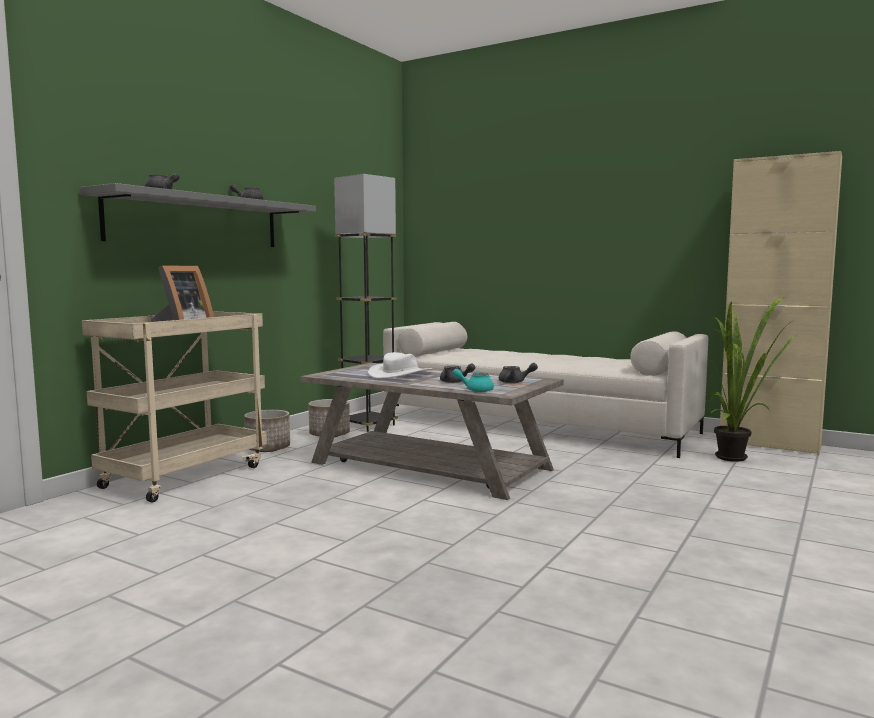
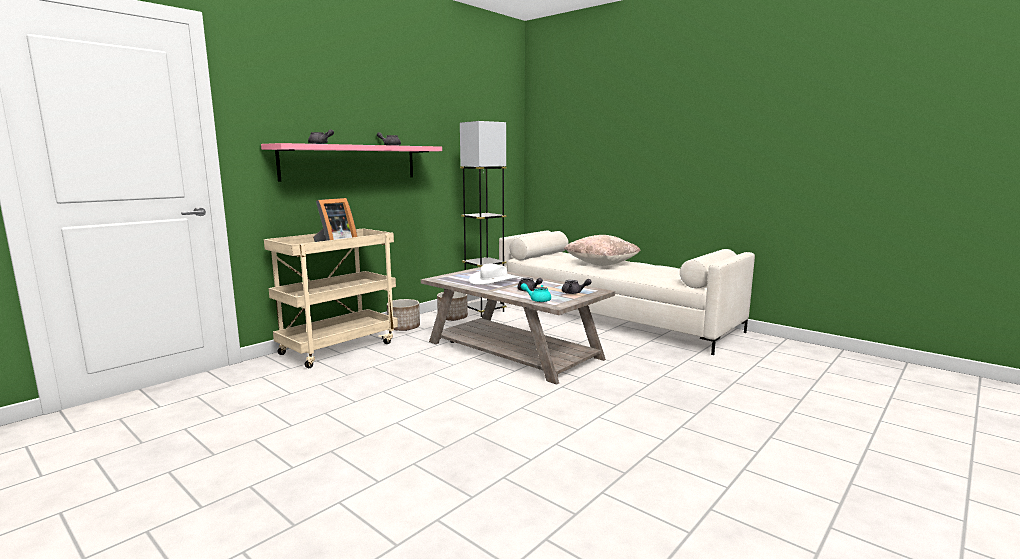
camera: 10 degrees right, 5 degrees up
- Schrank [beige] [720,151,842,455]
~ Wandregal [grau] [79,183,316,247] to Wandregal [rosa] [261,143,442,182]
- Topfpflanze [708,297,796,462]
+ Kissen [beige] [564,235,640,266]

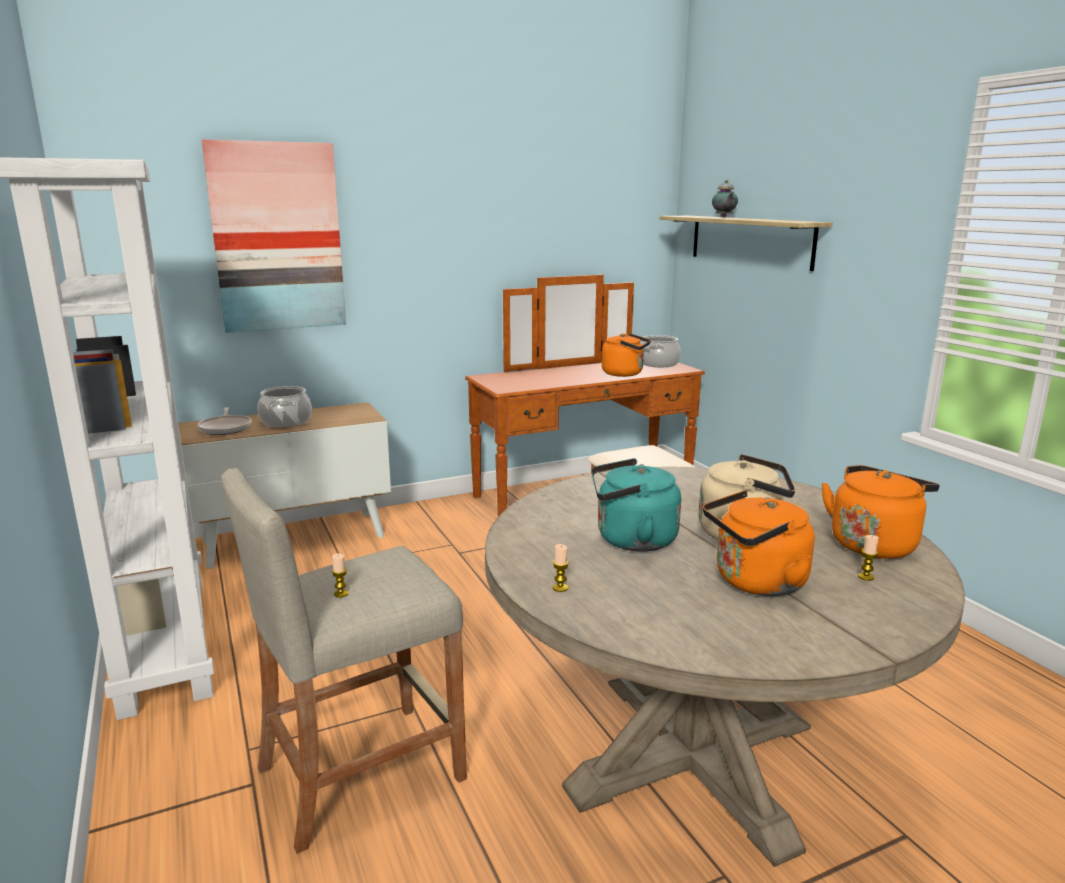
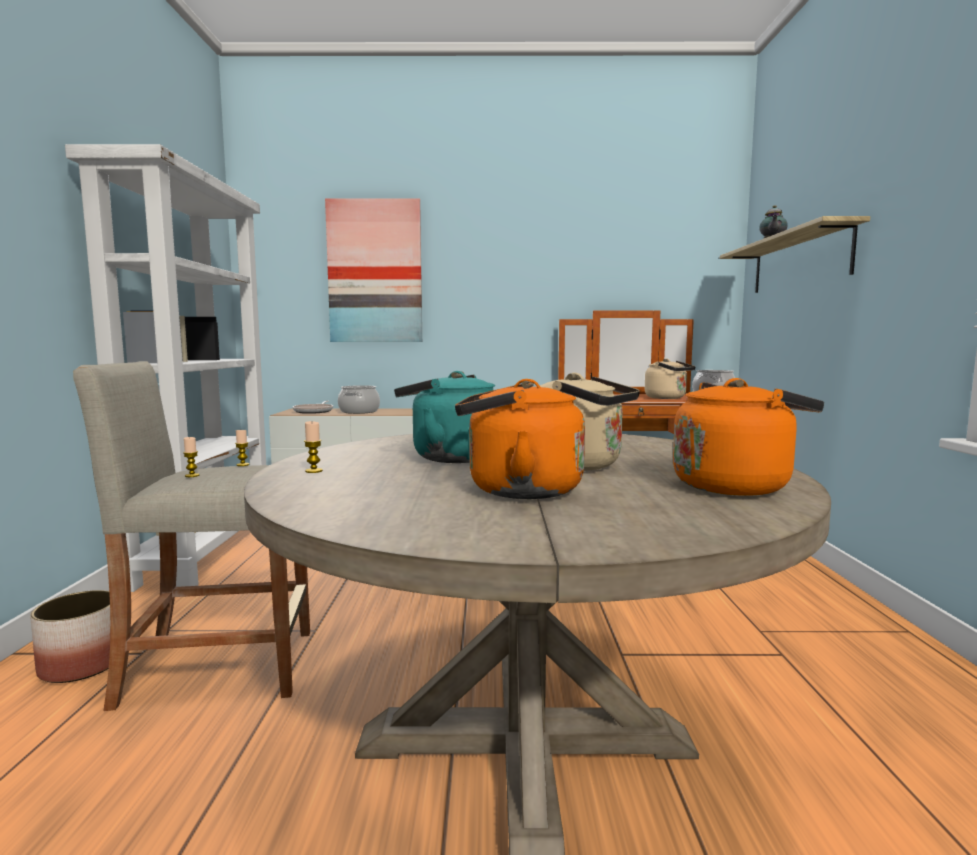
camera: 25 degrees right, 10 degrees down
~ Wasserkessel [orange] [601,333,651,377] to Wasserkessel [beige] [645,359,696,399]
~ Kerze [858,535,879,581] to [235,430,250,466]
+ Pflanzkübel [30,590,110,683]

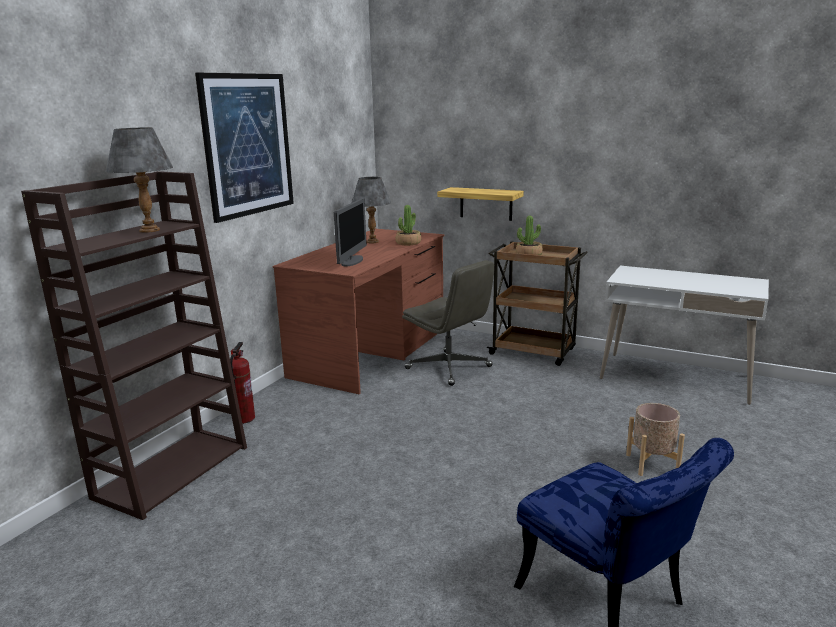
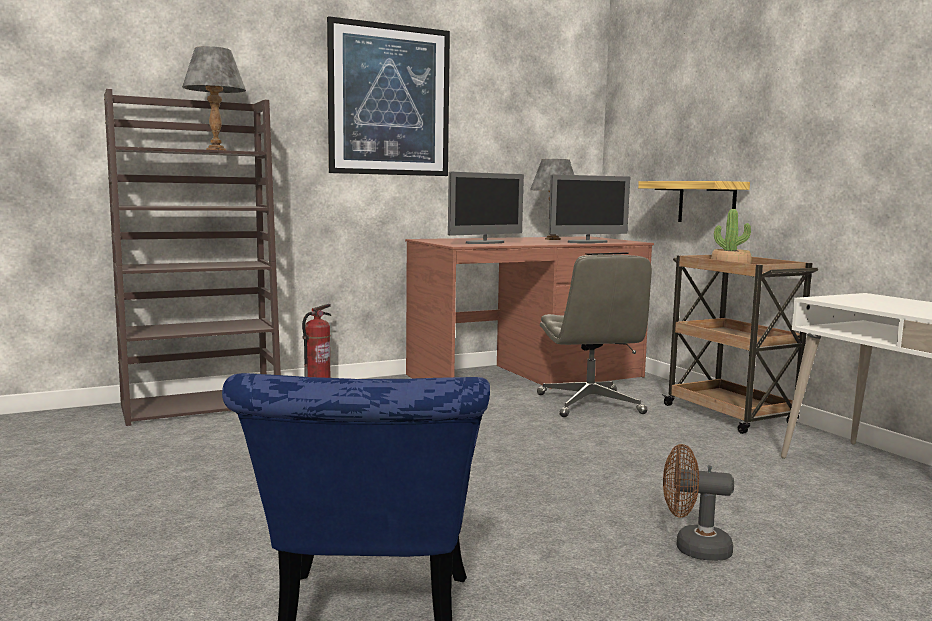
camera: 35 degrees right, 10 degrees down
~ Topfpflanze [396,205,421,245] to Monitor [549,174,630,243]
~ Pflanzkübel [beige] [626,403,685,476] to Ventilator [braun] [663,444,734,561]

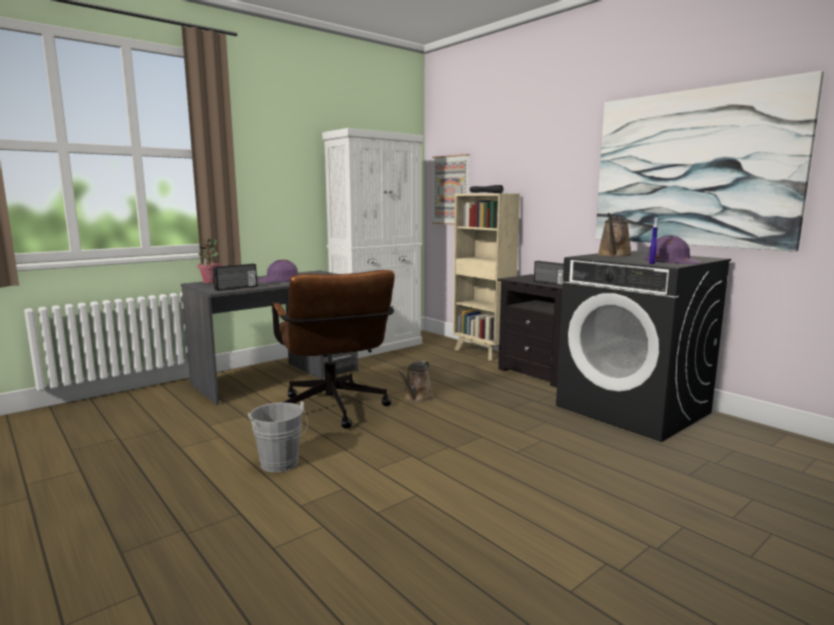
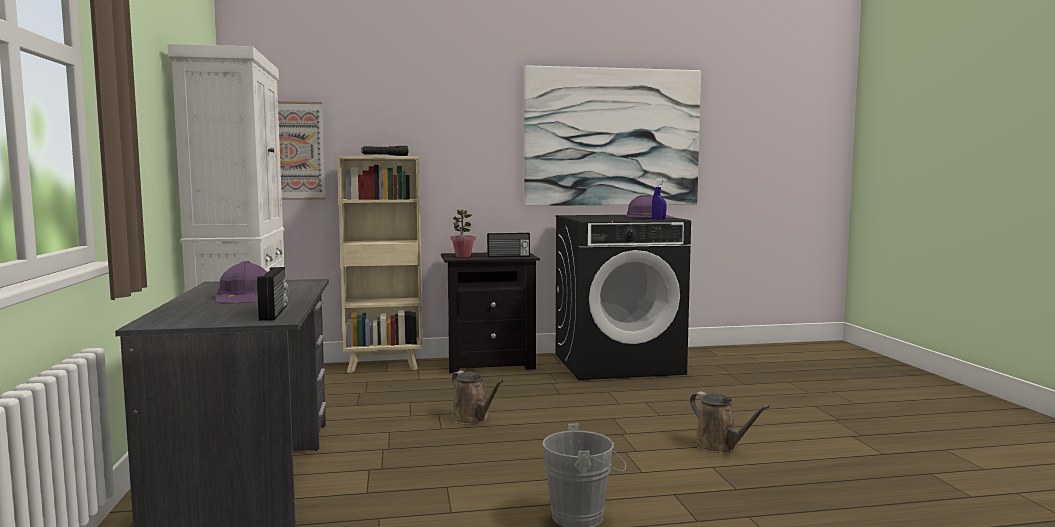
camera: 60 degrees left, 5 degrees down
~ Gießkanne [braun] [597,213,632,257] to [690,392,770,453]
~ Topfpflanze [197,239,222,283] to [451,209,475,257]
- Bürostuhl [braun] [272,270,395,429]

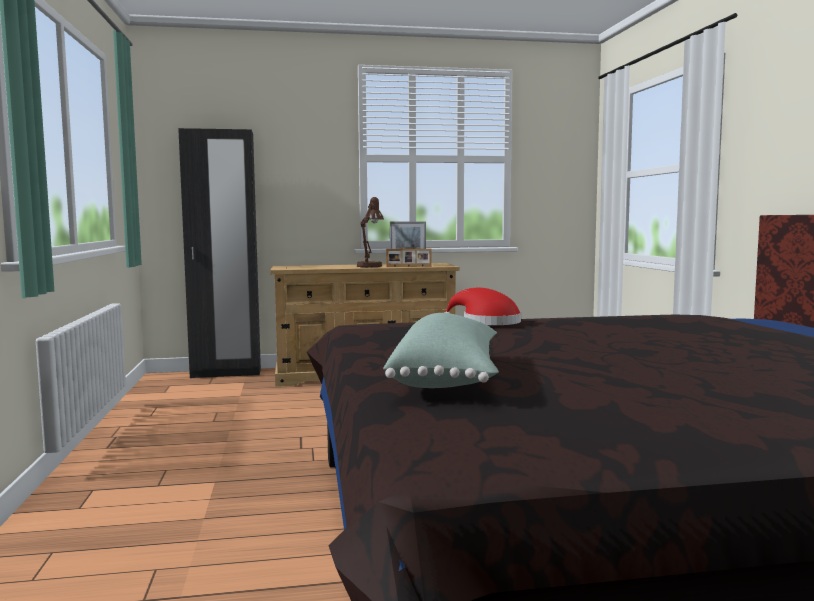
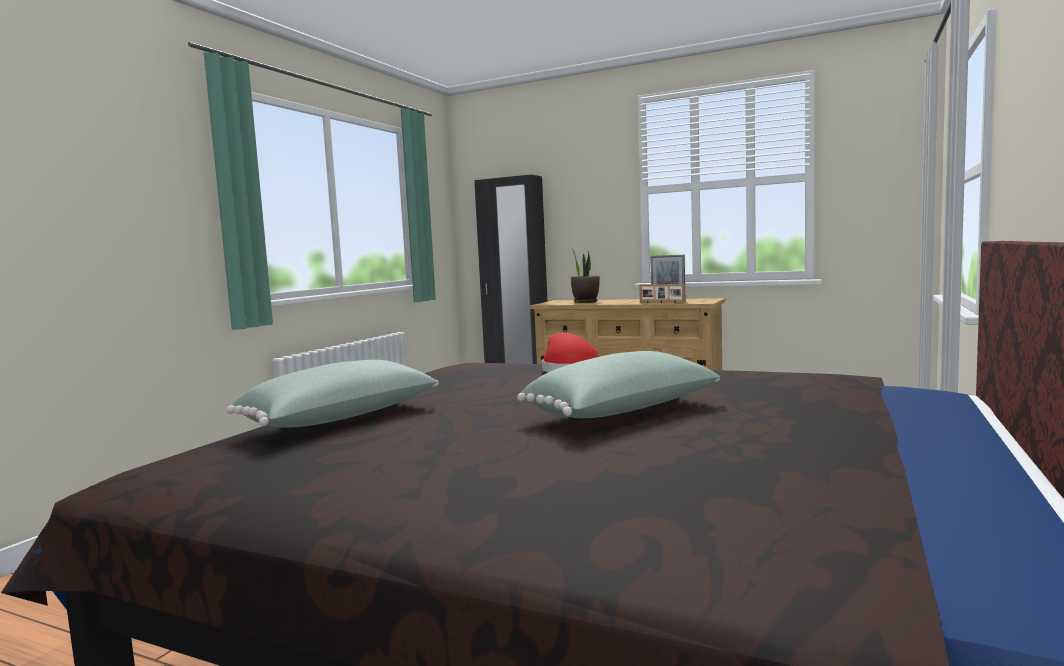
camera: 35 degrees right, 0 degrees up
- Tischlampe [braun] [356,197,384,267]
+ Topfpflanze [571,248,600,303]
+ Kissen [grün] [517,351,720,418]

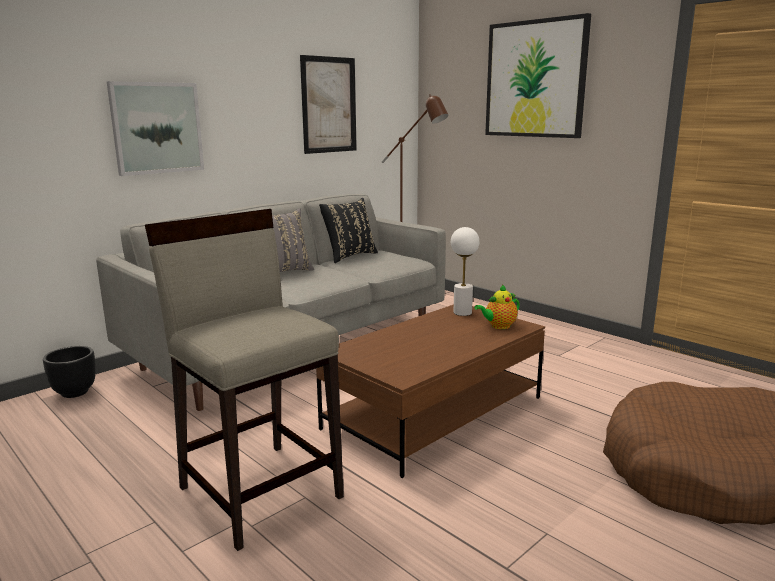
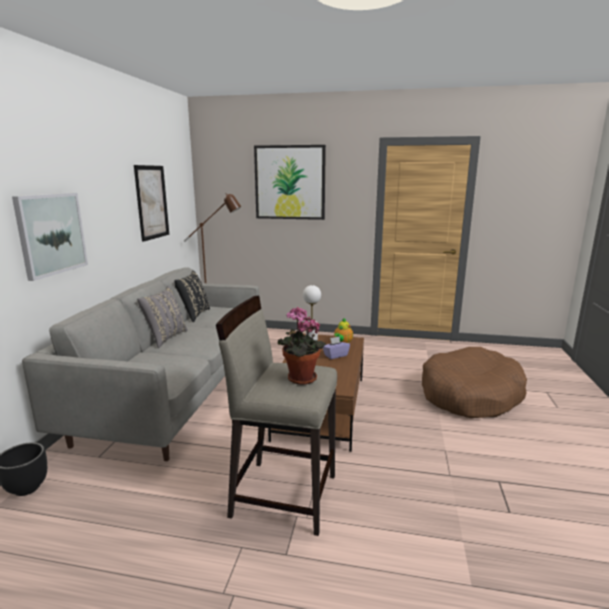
camera: 35 degrees left, 0 degrees up
+ Topfpflanze [278,307,326,385]
+ Taschentuchbox [lila] [323,336,350,359]

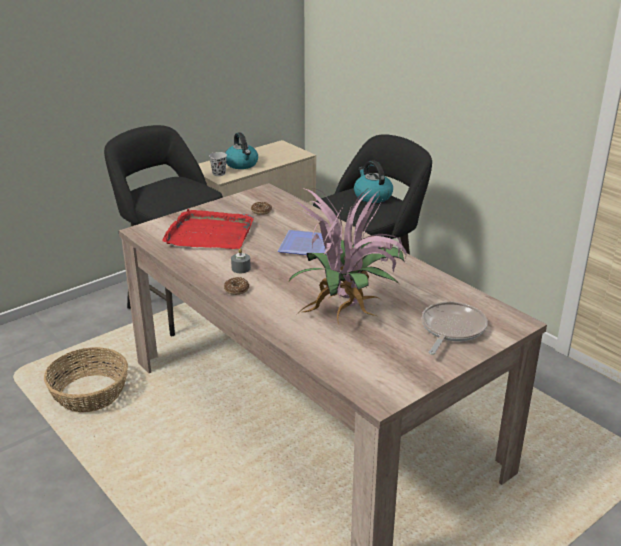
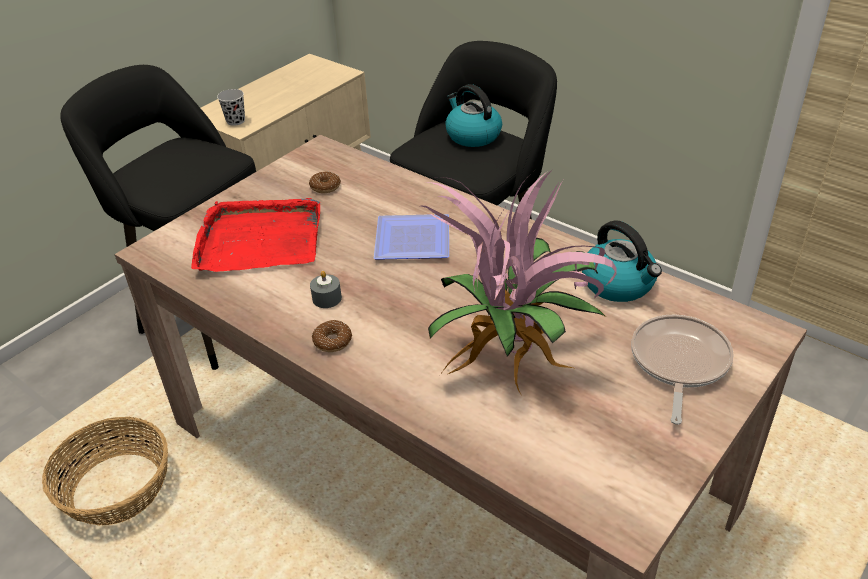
camera: 10 degrees left, 10 degrees up
~ Wasserkessel [225,132,258,169] to [582,220,662,302]

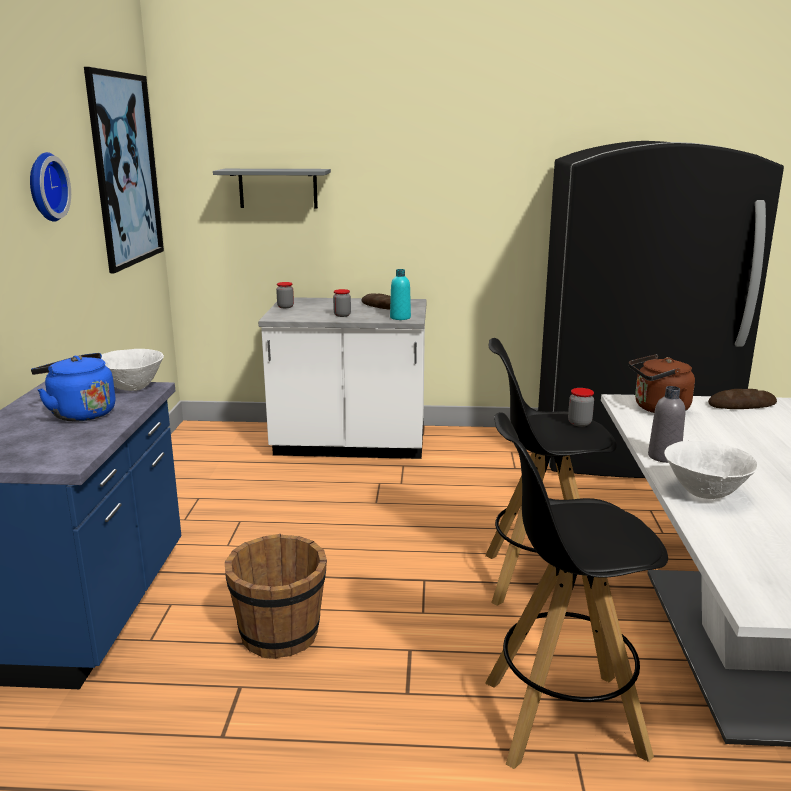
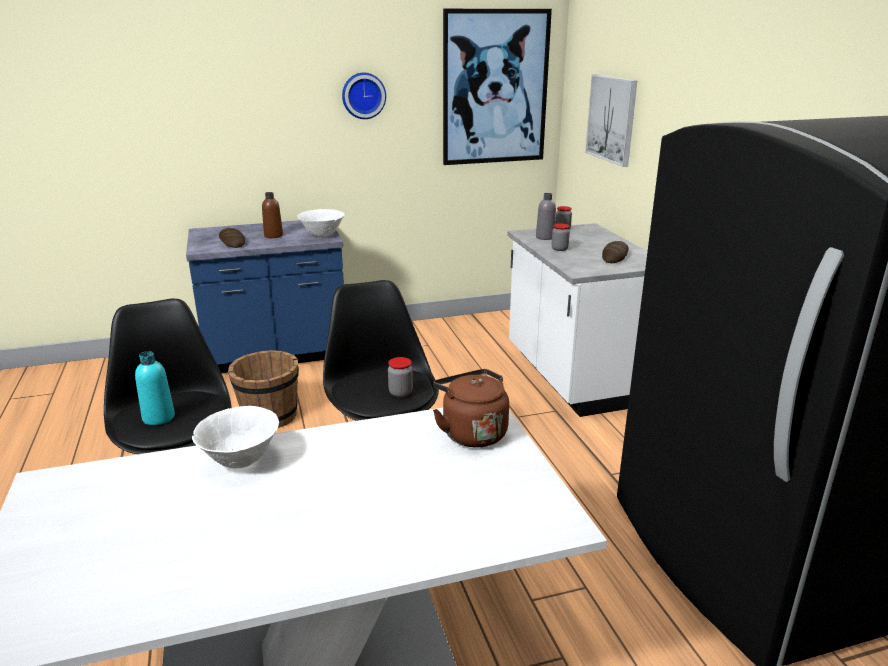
camera: 70 degrees right, 5 degrees up
~ Wandregal [grau] [213,169,331,208] to Bild [585,74,637,167]
~ Flasche [türkis] [390,269,411,320] to [135,351,175,425]
~ Wasserkessel [blau] [31,353,116,422] to Flasche [braun] [262,192,283,238]
~ Flasche [grau] [648,386,685,463] to [536,193,556,240]
~ Brot [708,389,777,409] to [219,228,245,248]

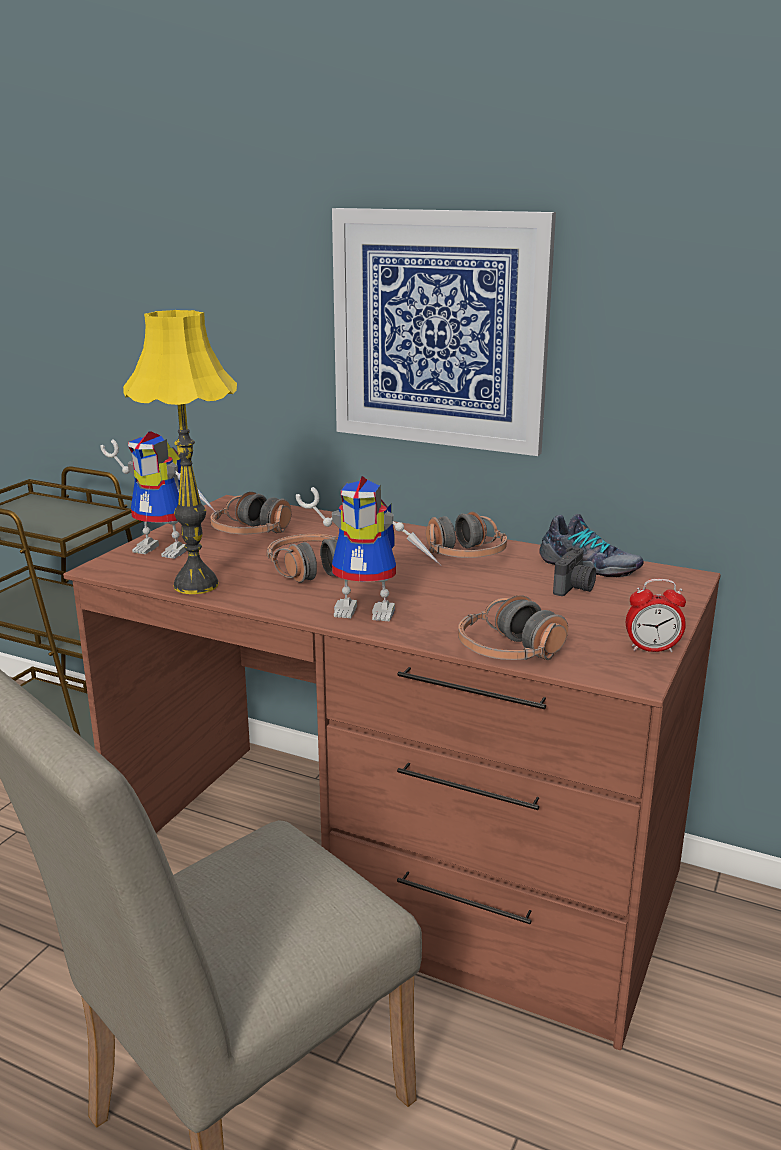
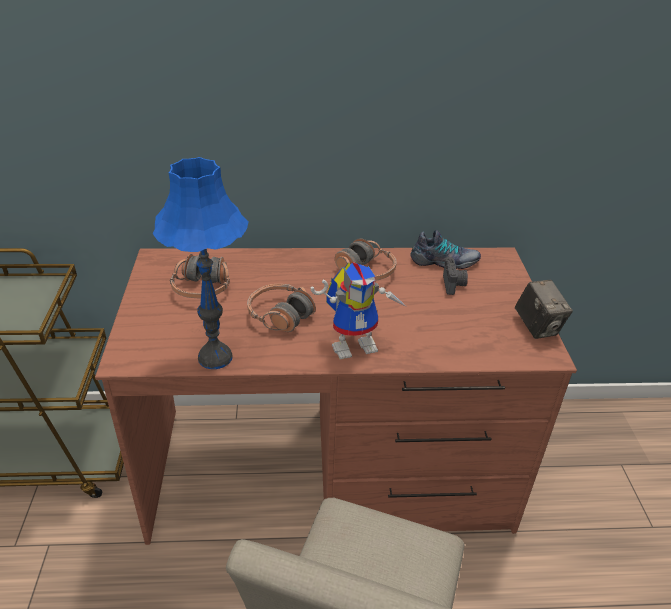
camera: 30 degrees left, 15 degrees up
- Bild [332,208,556,456]
~ Tischlampe [gelb] [123,310,237,594] to Tischlampe [blau] [153,157,249,369]
- Spielzeugroboter [100,431,216,559]
~ Wecker [626,579,686,652] to Kamera [515,280,573,339]
- Kopfhörer [458,595,568,660]

